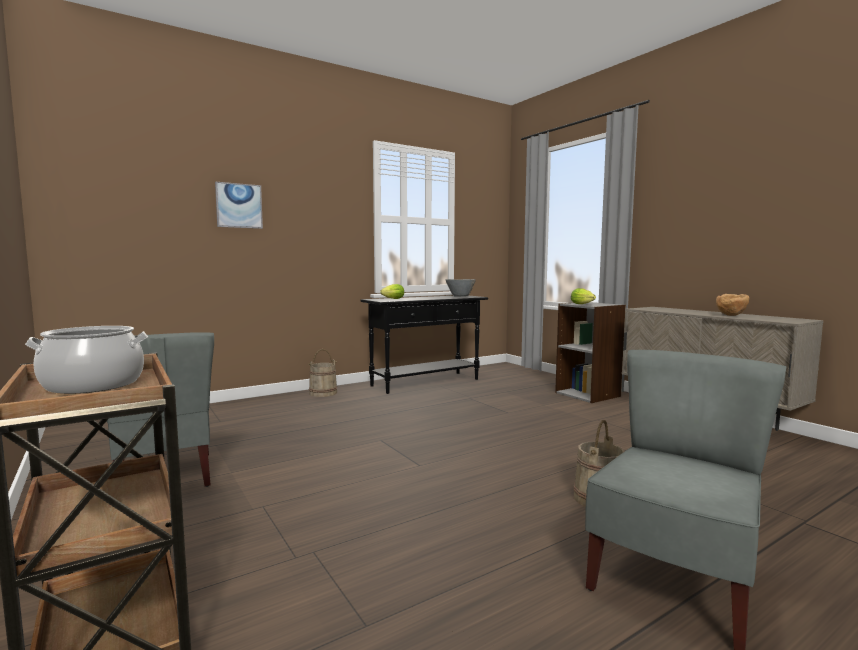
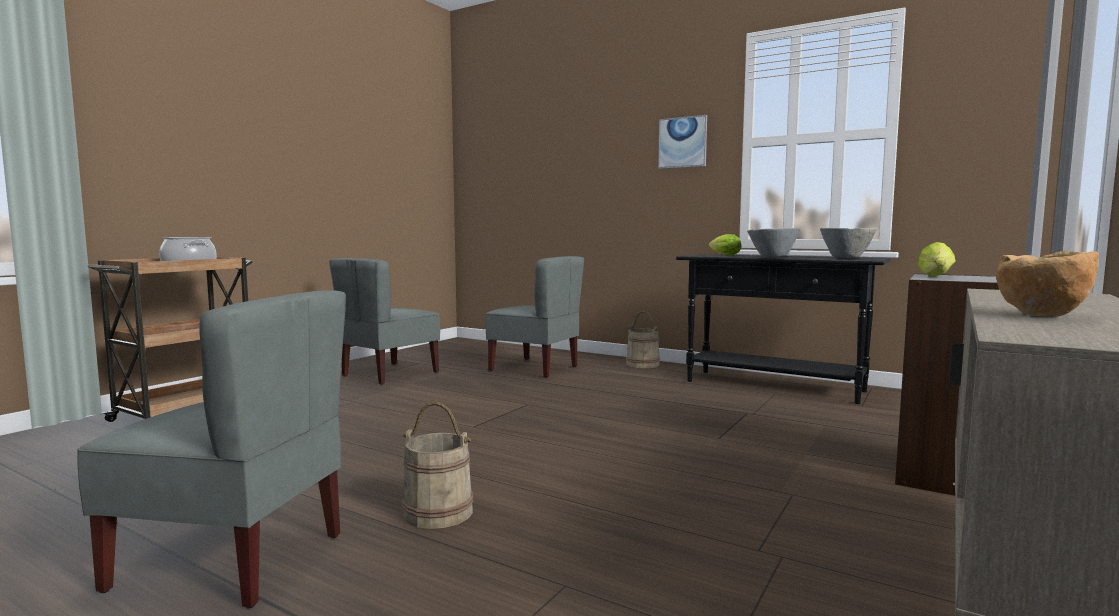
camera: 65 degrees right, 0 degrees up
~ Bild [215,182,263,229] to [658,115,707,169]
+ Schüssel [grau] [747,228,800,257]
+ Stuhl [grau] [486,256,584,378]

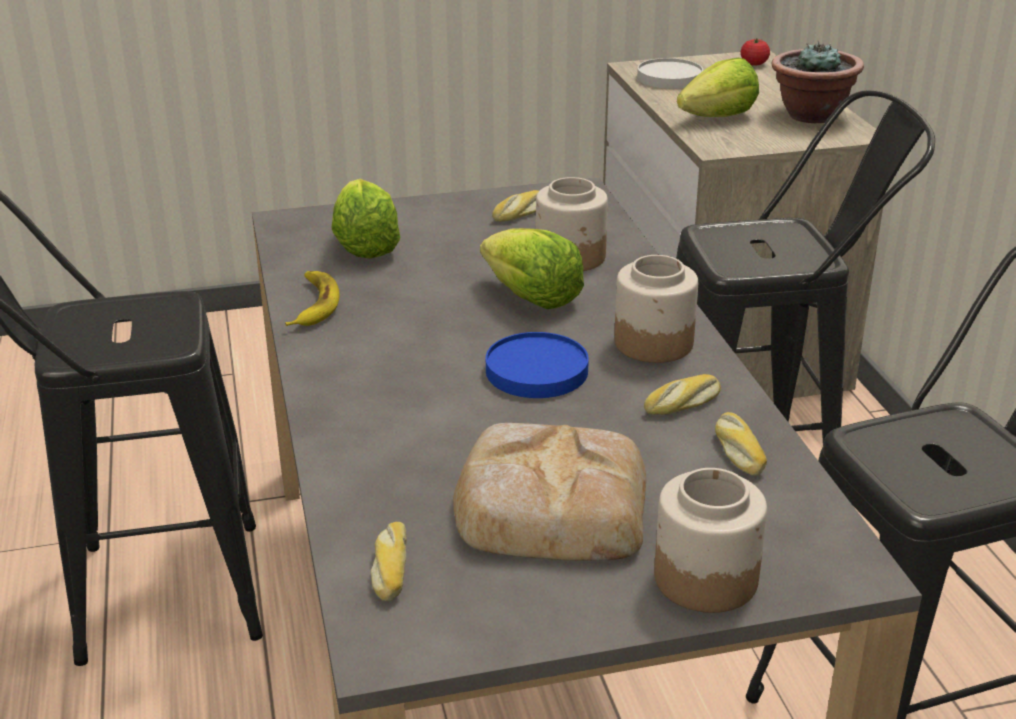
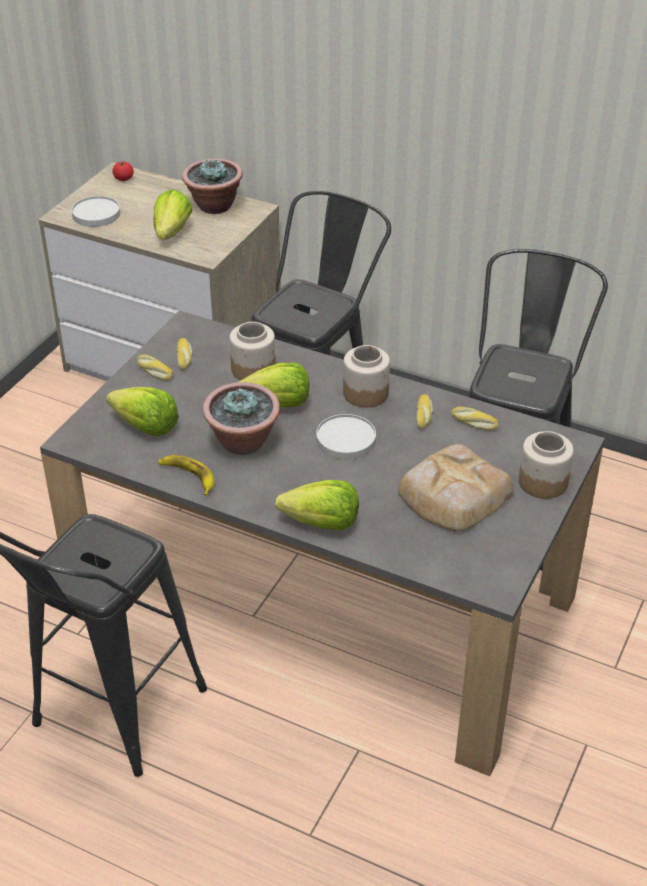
camera: 50 degrees left, 10 degrees up
~ Teller [blau] [486,332,589,398] to Teller [weiß] [316,414,376,460]
~ Brot [371,522,407,602] to [137,355,173,380]
+ Topfpflanze [203,382,280,455]
+ Salatkopf [275,480,359,530]

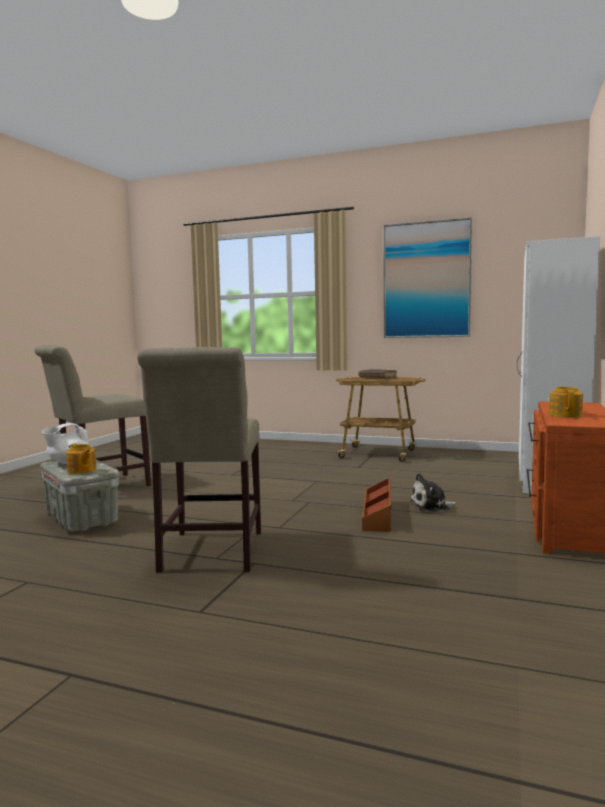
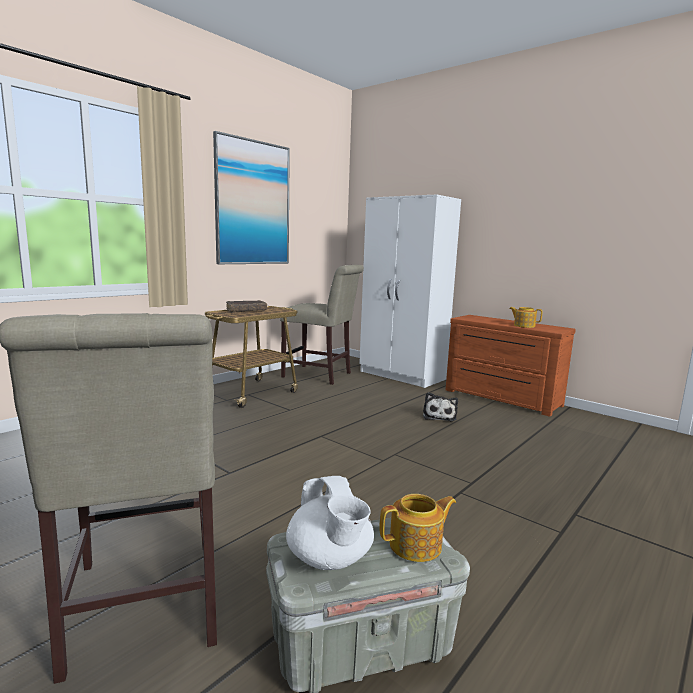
camera: 70 degrees left, 5 degrees up
~ Stuhl [beige] [137,347,261,573] to [280,265,364,385]
- Aufbewahrungsbox [braun] [362,478,391,532]

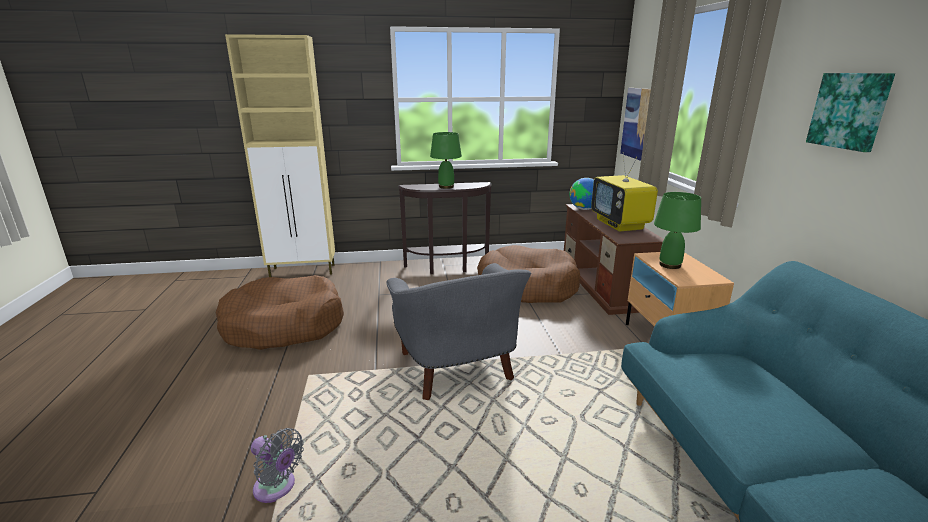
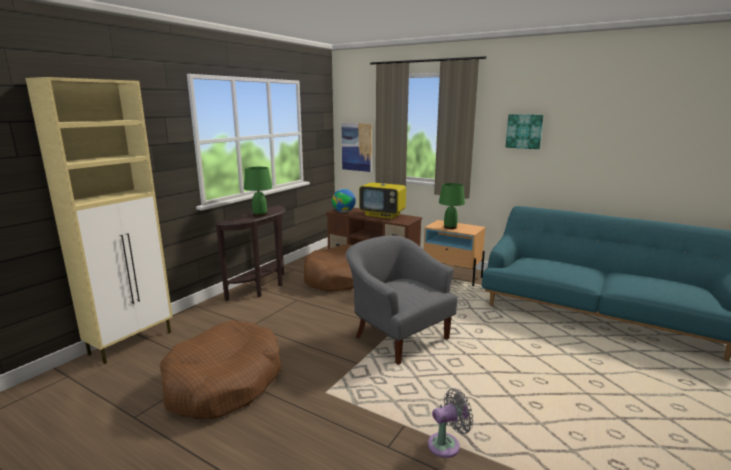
camera: 50 degrees left, 5 degrees down
~ Sessel [grau] [386,263,532,400] = [346,235,457,365] 150 degrees counterclockwise

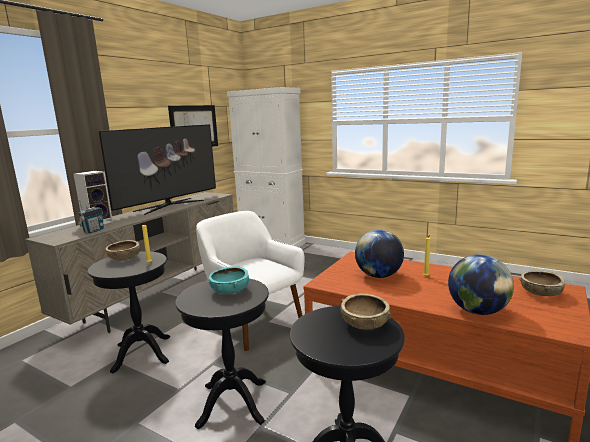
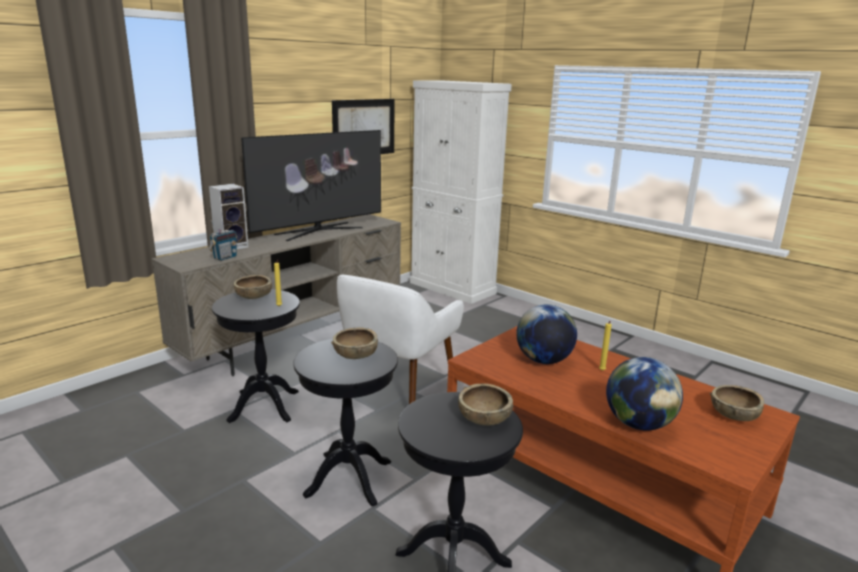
camera: 10 degrees right, 5 degrees up
~ Sessel [weiß] [196,211,305,351] = [337,275,464,404] 120 degrees counterclockwise
~ Schüssel [türkis] [208,266,249,294] to Schüssel [braun] [331,327,378,359]

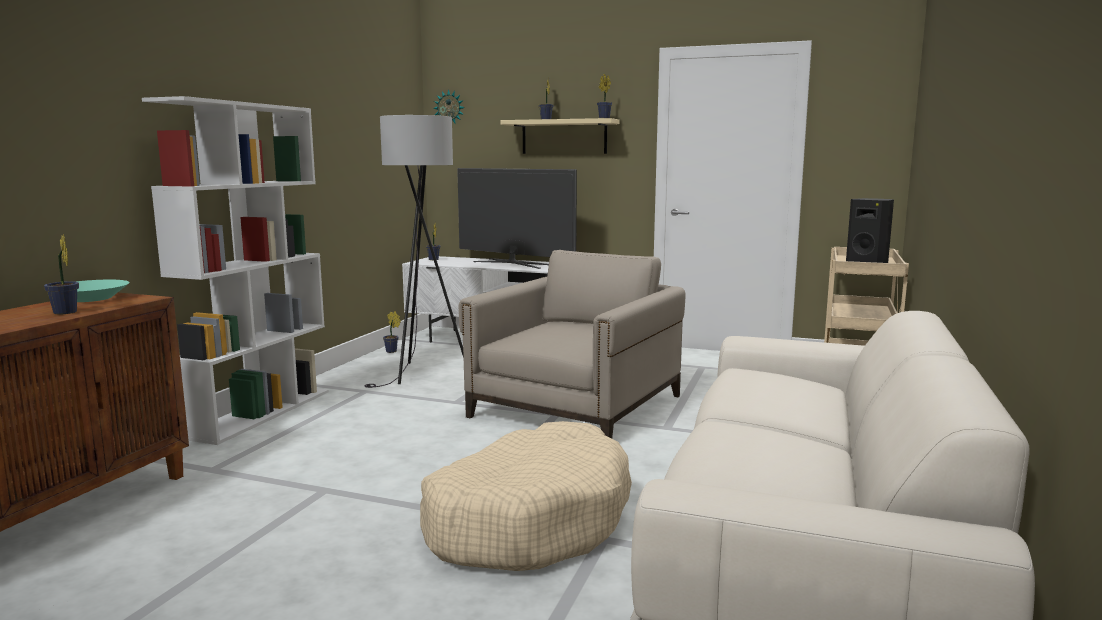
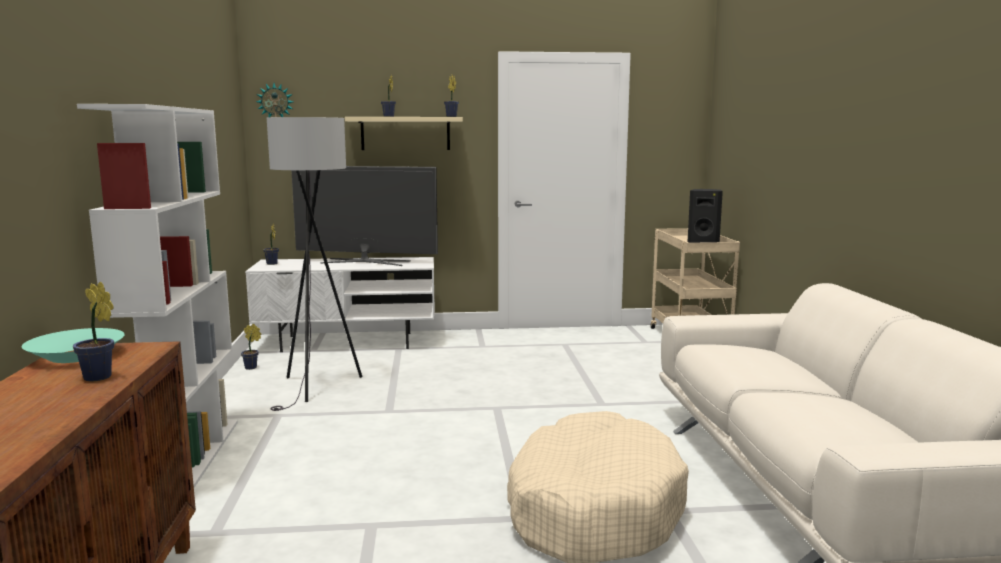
camera: 25 degrees left, 0 degrees up
- Sessel [beige] [459,250,686,438]

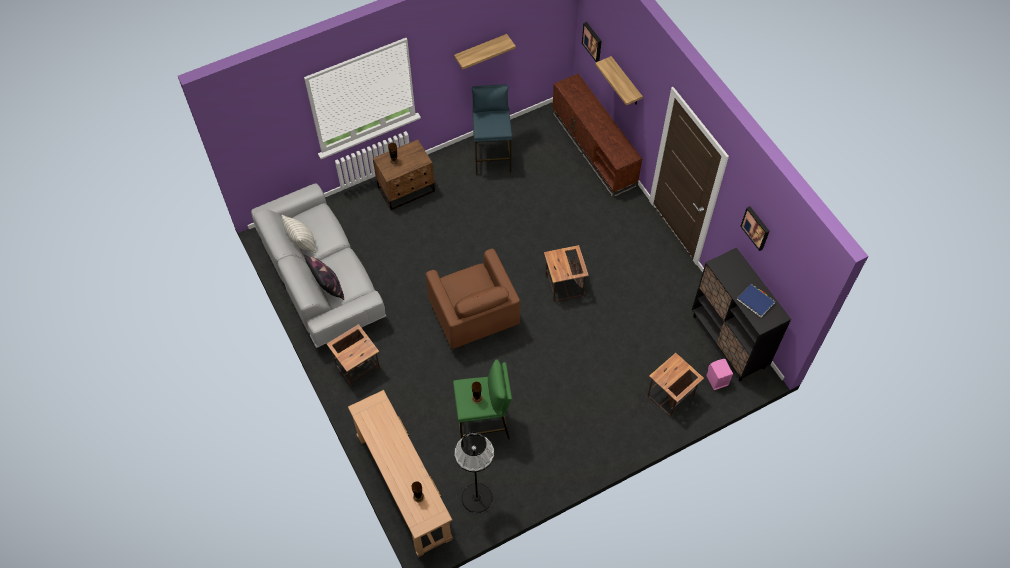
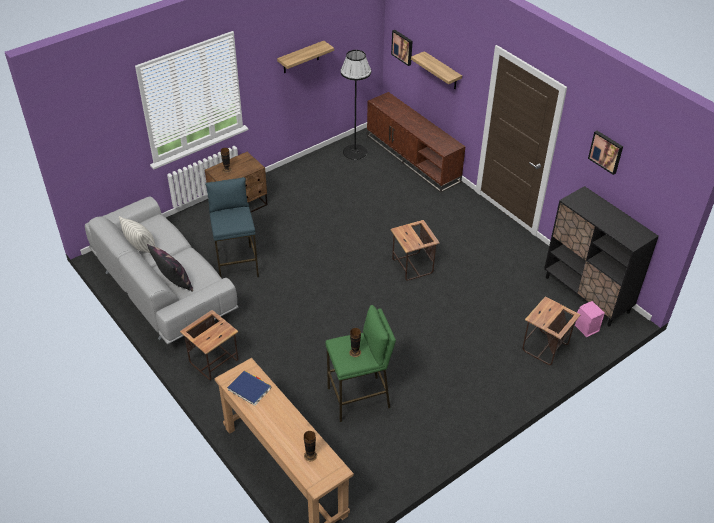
camera: 10 degrees left, 15 degrees down
~ Hocker [blau] [472,84,512,175] to [205,177,259,278]
- Sessel [braun] [426,249,520,349]
~ Buch [blau] [737,284,775,318] to [227,371,271,406]
~ Stehlampe [schwarz] [454,432,494,513] to [340,50,371,160]

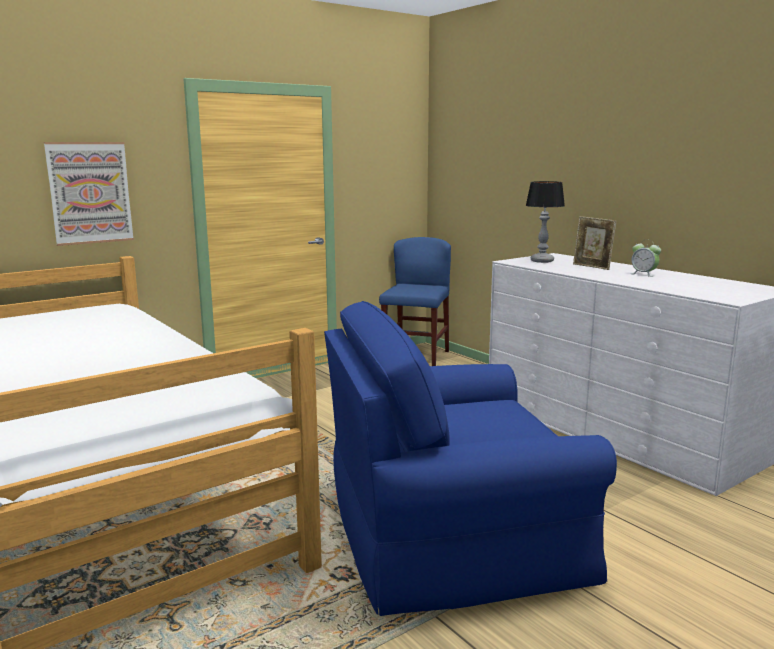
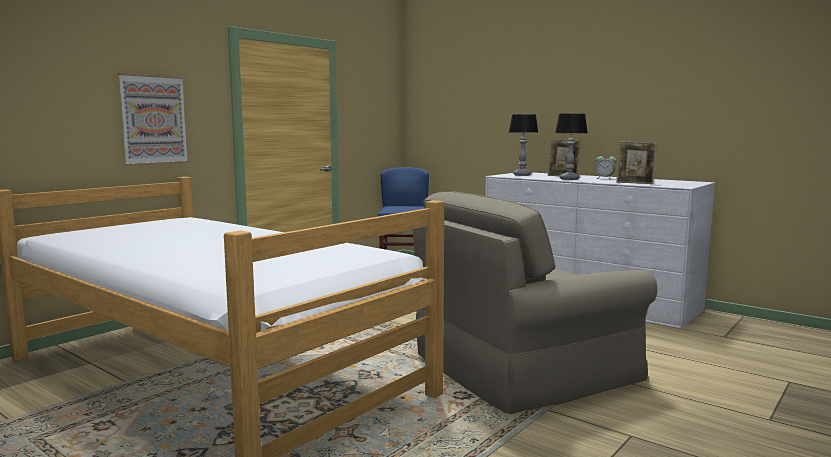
camera: 15 degrees left, 5 degrees down
~ Sessel [blau] [324,301,617,616] to Sessel [beige] [413,191,657,414]
+ Tischlampe [555,113,587,180]
+ Bilderrahmen [616,141,657,184]

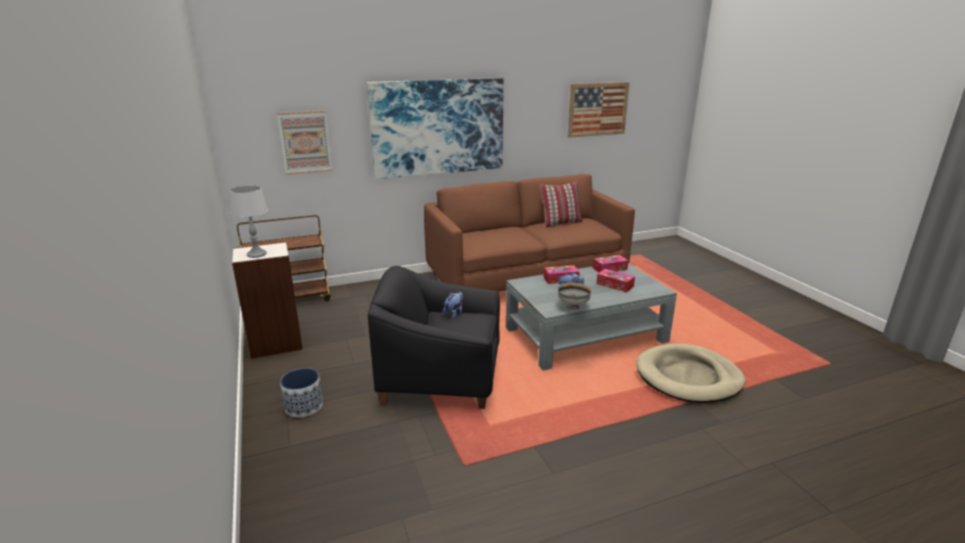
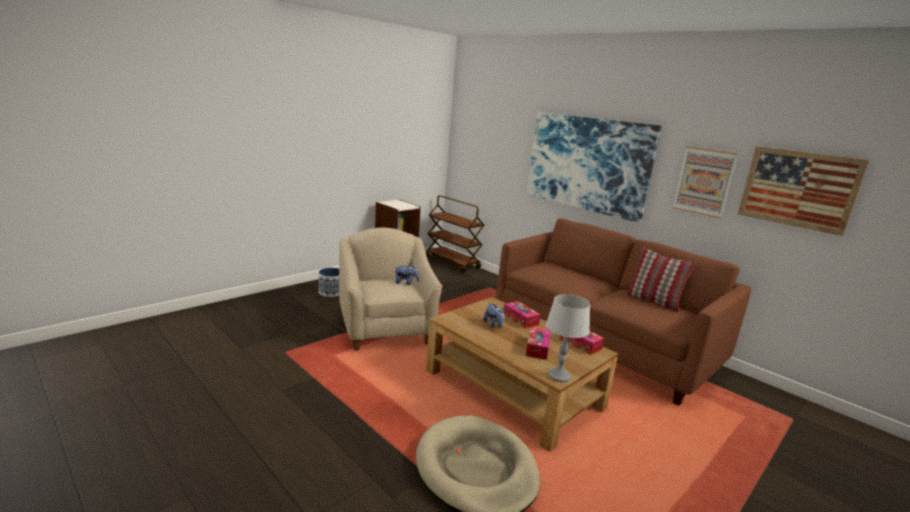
camera: 65 degrees right, 5 degrees down
~ Bild [277,111,332,174] to [672,146,739,218]
~ Tischlampe [grau] [230,185,268,258] to [546,294,590,382]
~ Couchtisch [grau] [506,263,677,370] to Couchtisch [braun] [426,297,618,452]
~ Sessel [schwarz] [368,266,500,409] to Sessel [beige] [339,228,443,351]
- Schüssel [grau] [557,282,592,310]

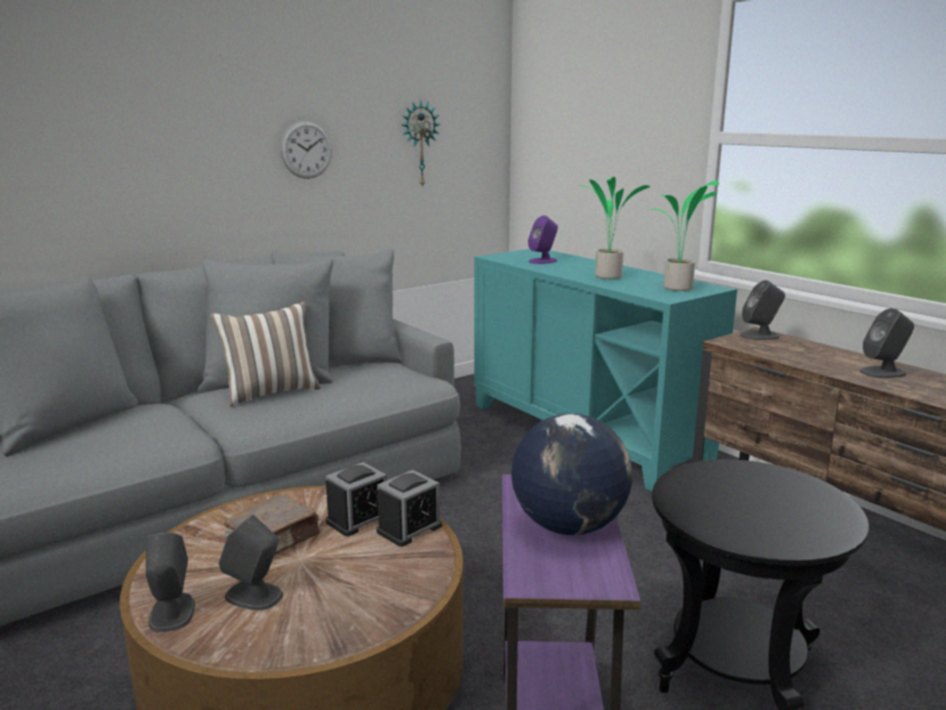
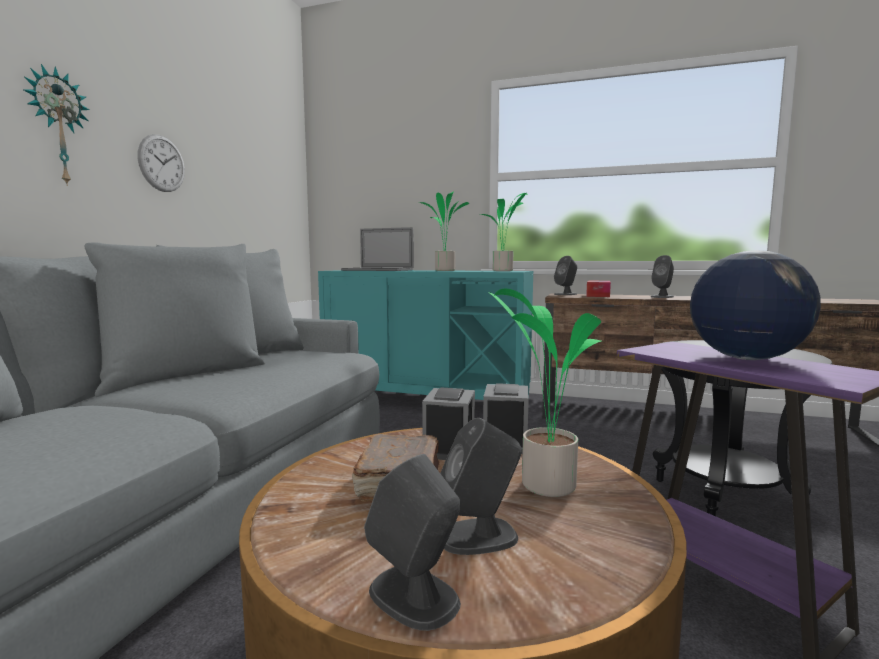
camera: 35 degrees left, 10 degrees down
~ Wanduhr [402,101,441,188] to [23,64,90,186]
~ Lautsprecher [lila] [528,216,558,264] to Laptop [341,227,414,271]
- Kissen [211,301,321,407]
+ Taschentuchbox [586,281,611,297]
+ Topfpflanze [488,288,601,497]

